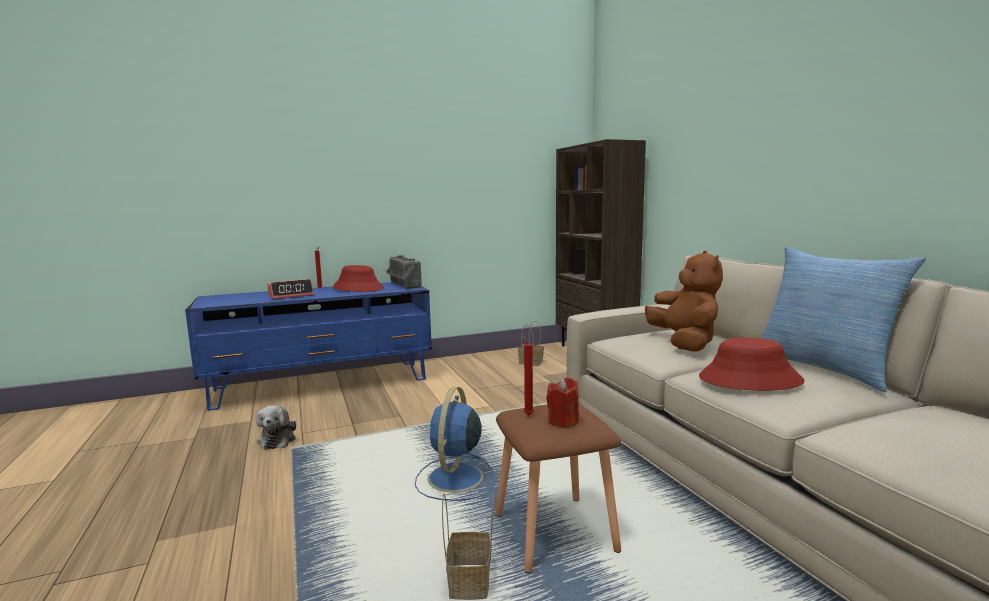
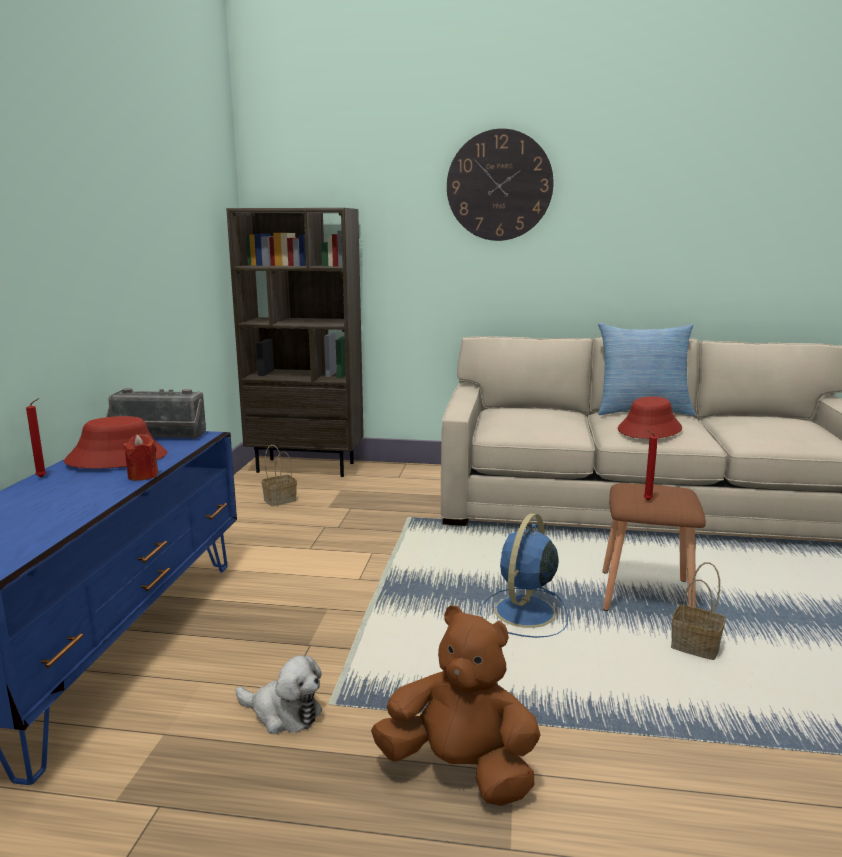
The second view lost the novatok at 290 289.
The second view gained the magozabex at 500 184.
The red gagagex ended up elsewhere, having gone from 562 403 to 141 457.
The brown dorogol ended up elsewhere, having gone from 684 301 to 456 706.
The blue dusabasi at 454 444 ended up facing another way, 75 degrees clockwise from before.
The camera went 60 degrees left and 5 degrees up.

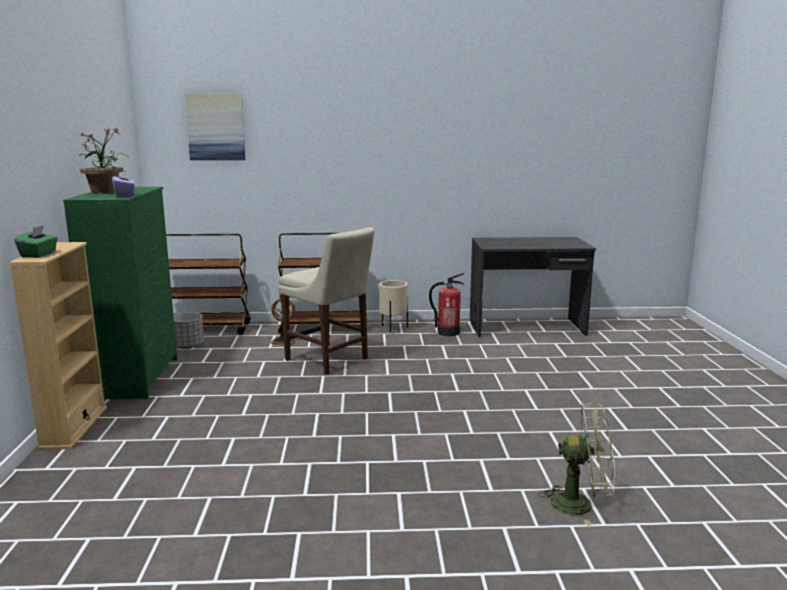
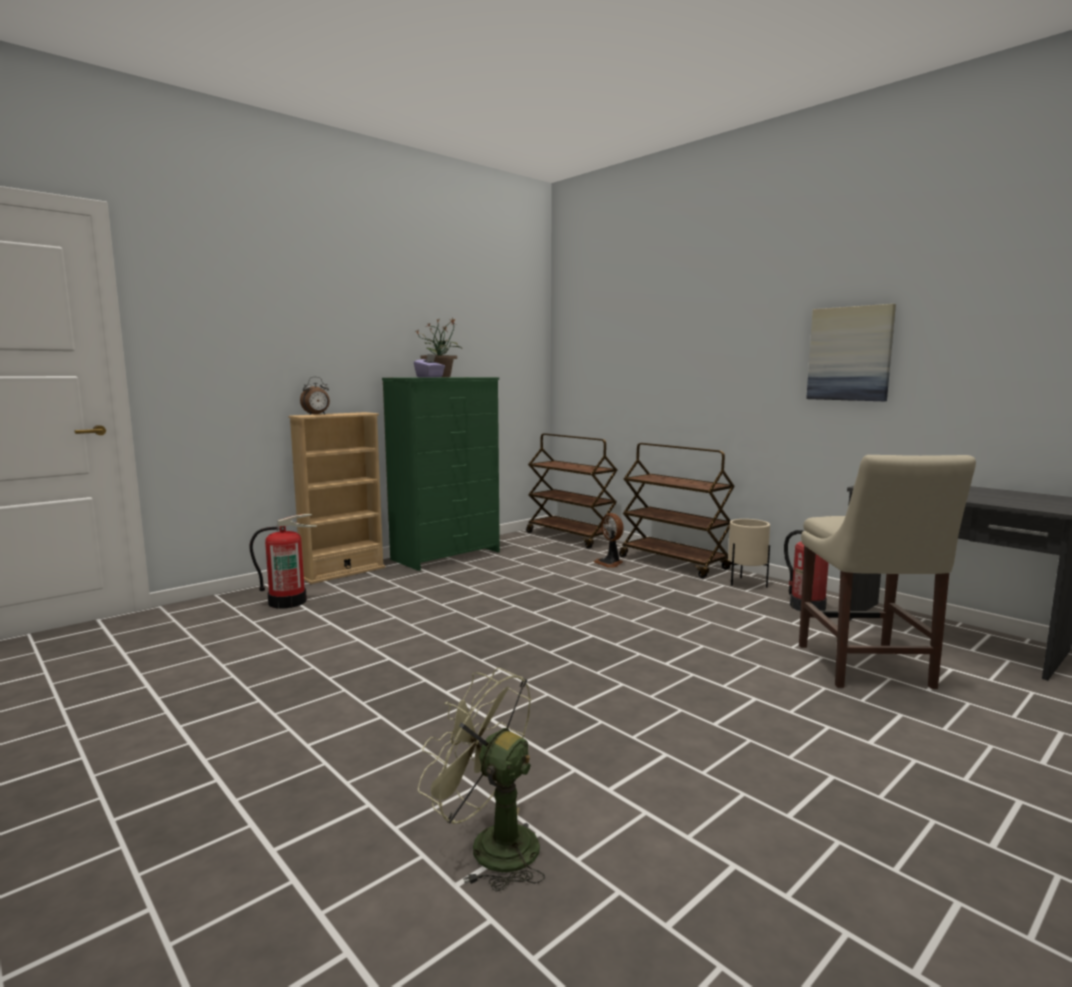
The second view lost the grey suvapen at 188 330.
The second view gained the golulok at 283 561.
The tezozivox ended up elsewhere, having gone from 215 127 to 851 352.
The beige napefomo ended up elsewhere, having gone from 326 301 to 887 572.
Where the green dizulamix stood at 36 241, the novatok came to stand at 315 395.
The green dusabasi at 576 464 ended up facing another way, 150 degrees clockwise from before.
The camera went 50 degrees right and 5 degrees down.

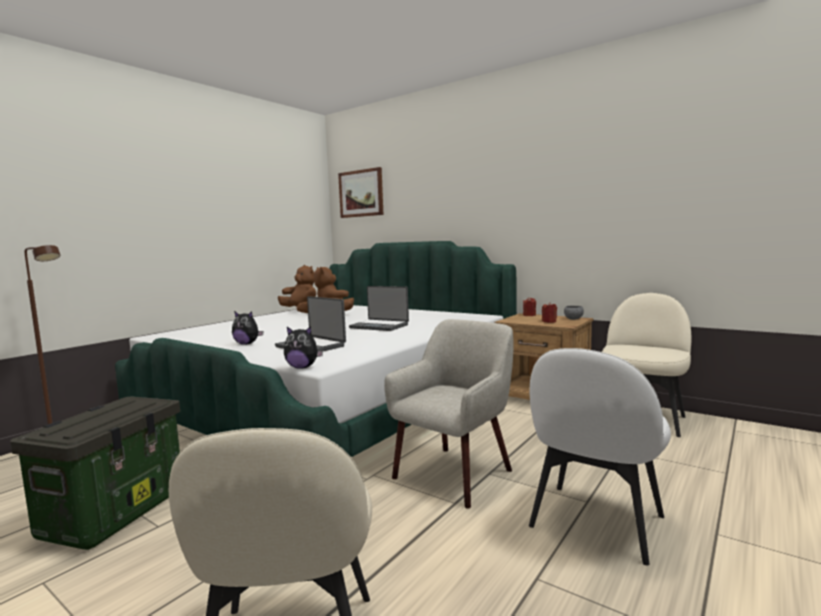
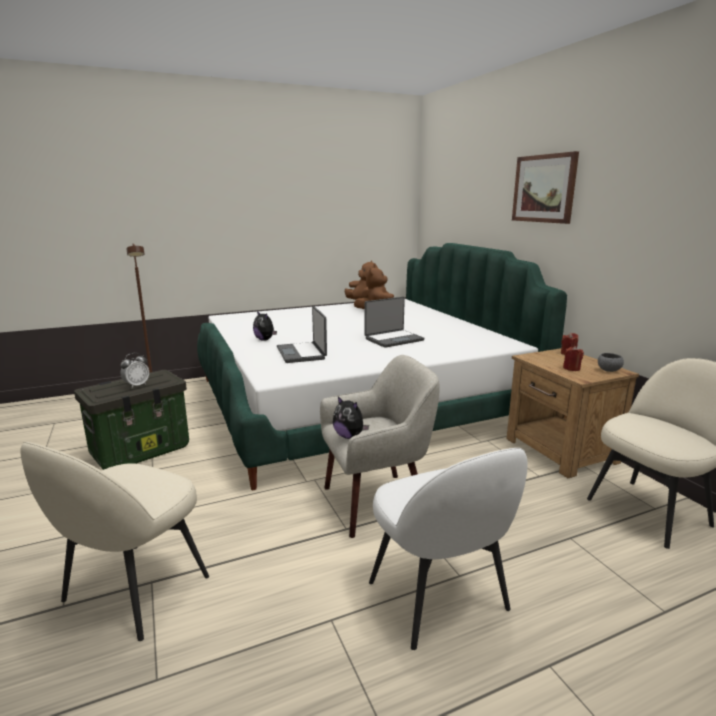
The second view gained the novatok at 134 370.
The dorogol ended up elsewhere, having gone from 303 347 to 351 417.
The tezozivox ended up elsewhere, having gone from 361 192 to 545 187.
The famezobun at 379 308 ended up facing another way, 90 degrees counterclockwise from before.
The white napefomo at 600 457 ended up facing another way, 90 degrees counterclockwise from before.
The camera went 30 degrees right and 10 degrees up.

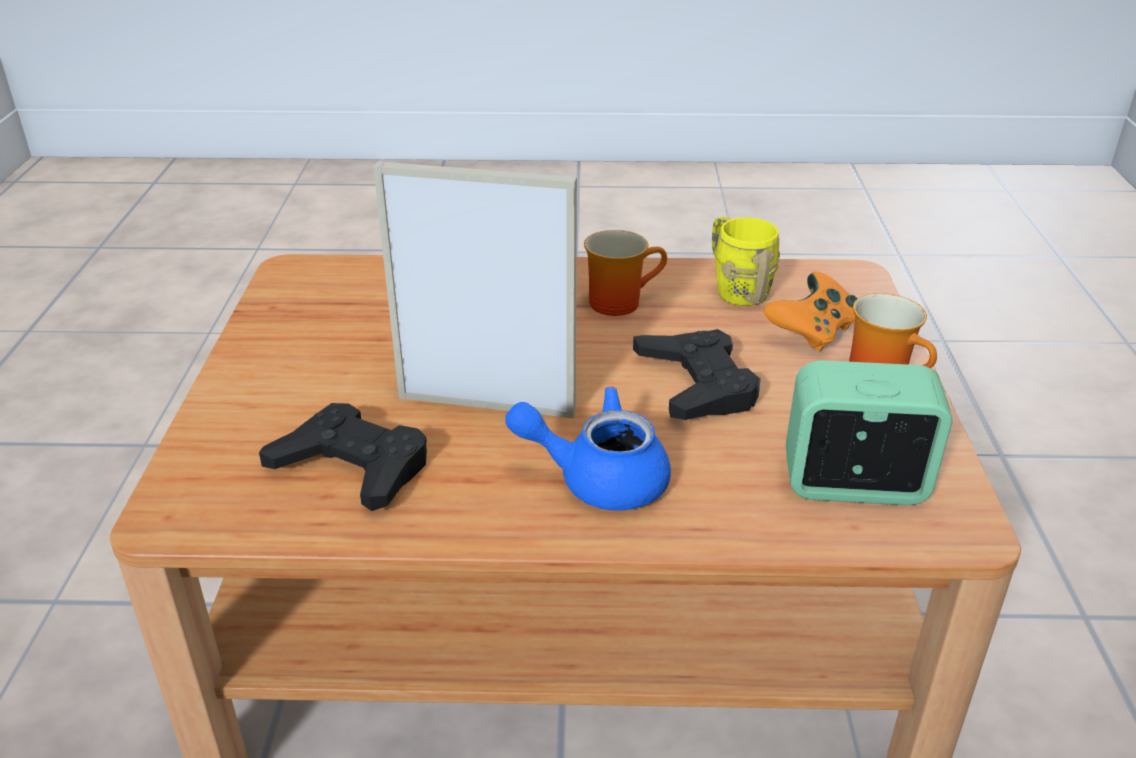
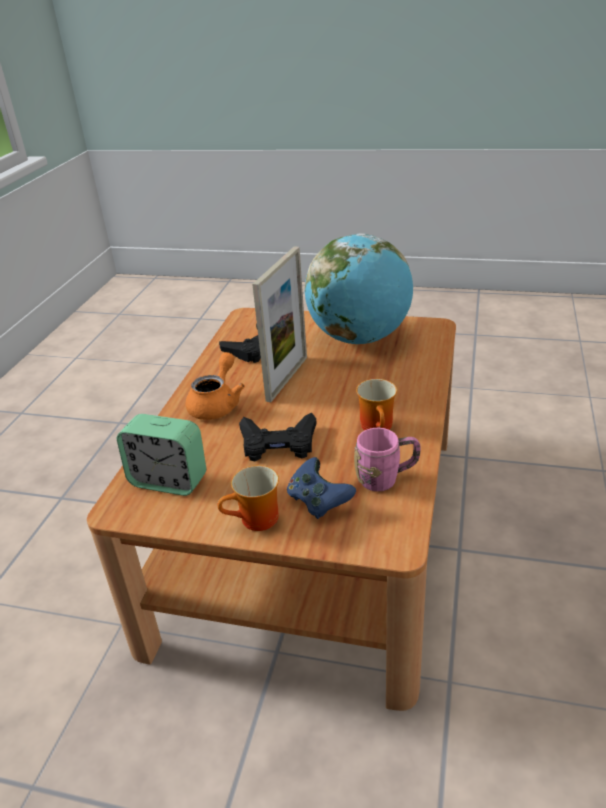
The second view gained the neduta at 359 288.
What was the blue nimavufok at 588 449 turned into the orange nimavufok at 215 386.
What was the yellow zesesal at 746 261 turned into the pink zesesal at 387 460.
What was the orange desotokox at 811 312 turned into the blue desotokox at 321 488.
The novatok at 869 432 ended up facing another way, 90 degrees clockwise from before.
The camera went 105 degrees right and 0 degrees up.

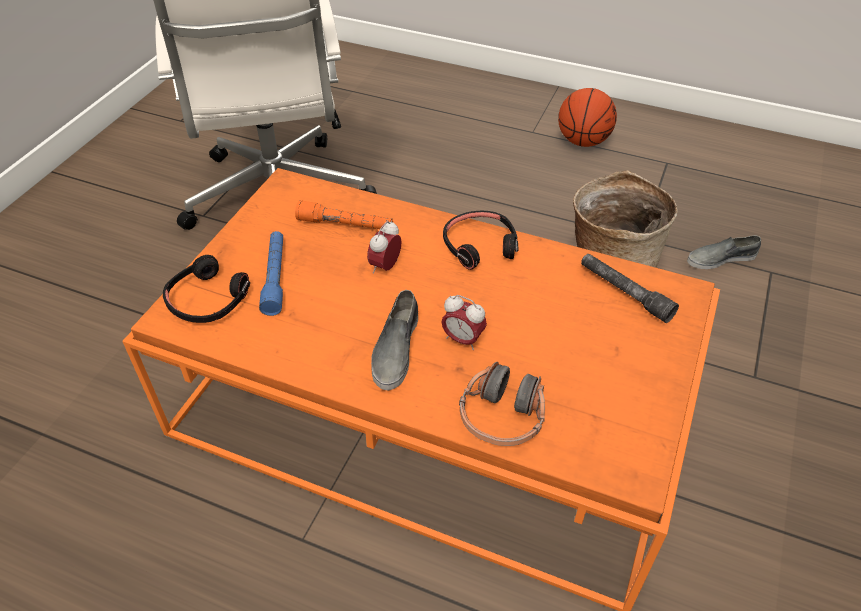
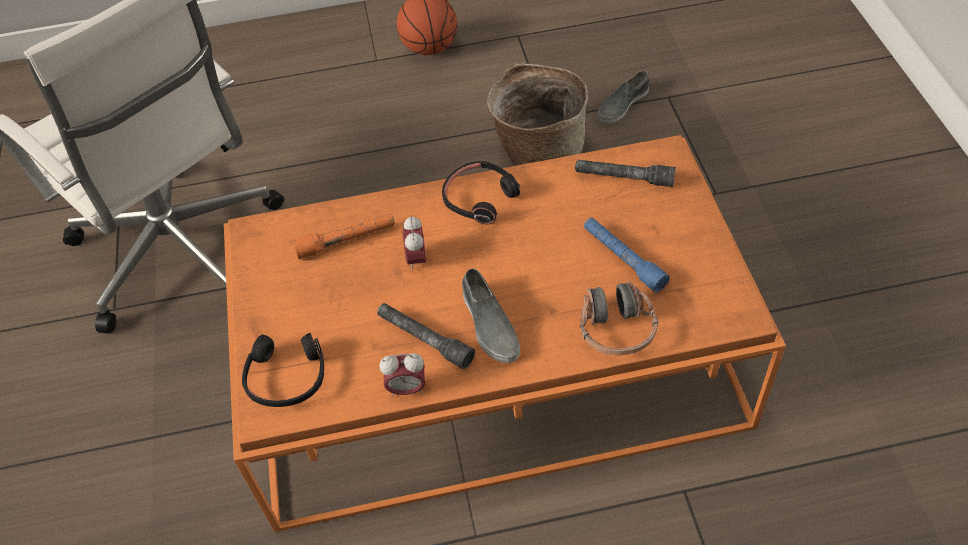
The second view gained the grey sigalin at 426 336.
The blue sigalin ended up elsewhere, having gone from 271 273 to 627 255.
The novatok ended up elsewhere, having gone from 464 322 to 402 375.
The camera went 30 degrees left and 5 degrees up.

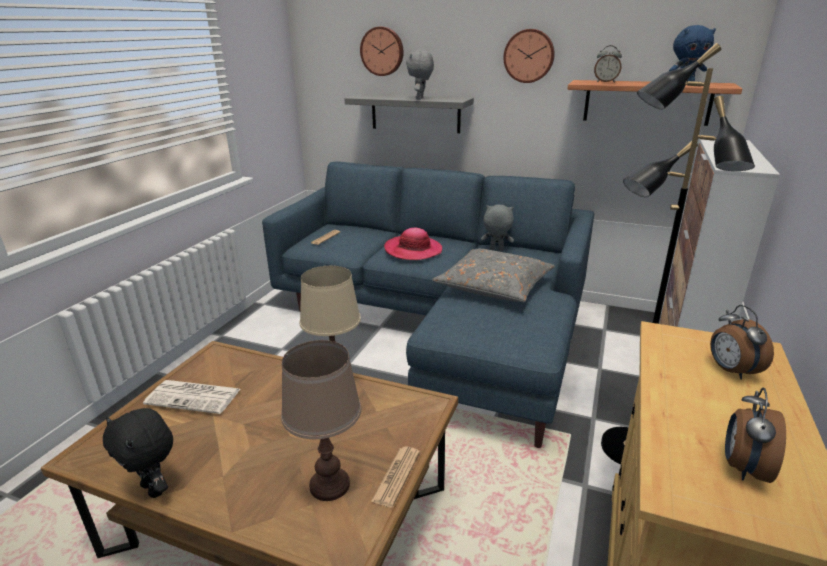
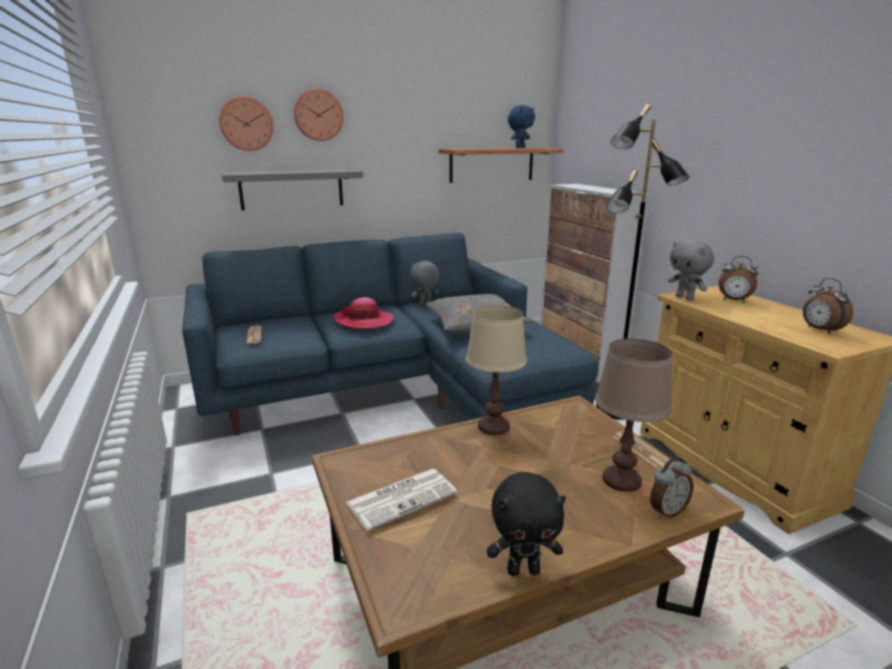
The grey dorogol ended up elsewhere, having gone from 420 75 to 691 270.
The magozabex ended up elsewhere, having gone from 529 56 to 318 115.
The novatok ended up elsewhere, having gone from 608 63 to 671 488.
The camera went 45 degrees left and 5 degrees down.

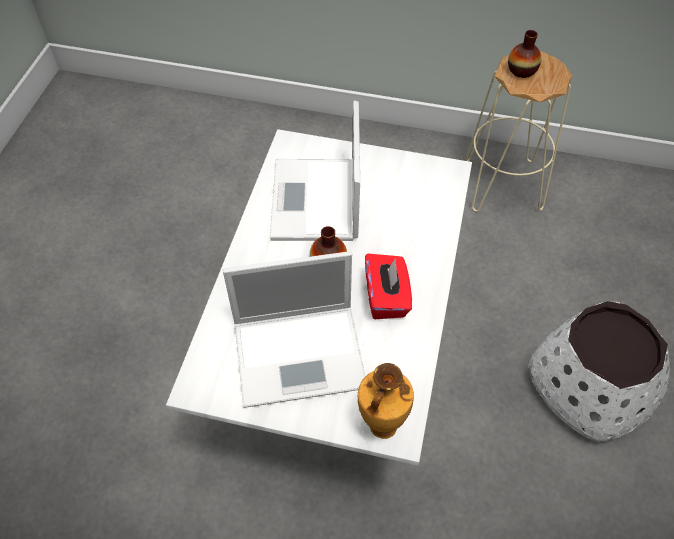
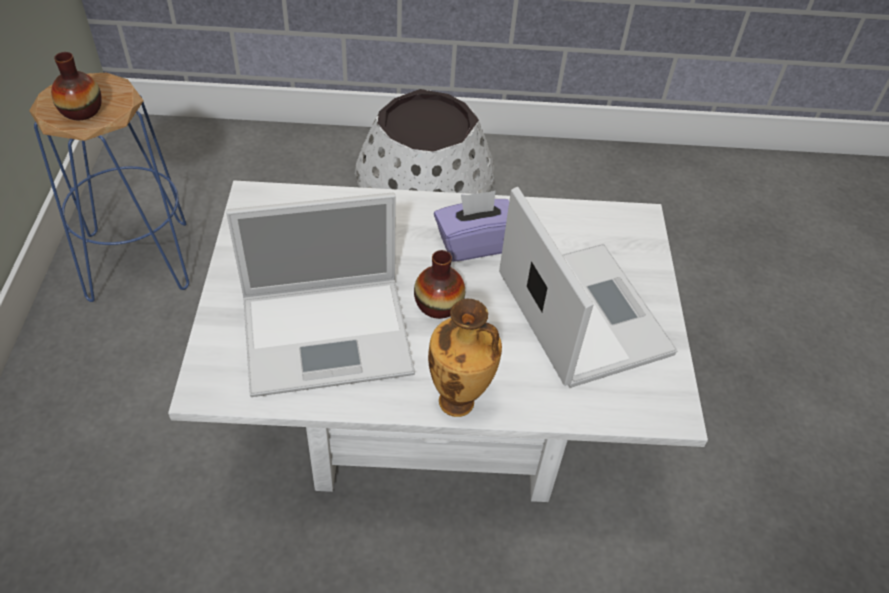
The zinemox ended up elsewhere, having gone from 386 401 to 465 357.
What was the red dizulamix at 388 286 turned into the purple dizulamix at 471 226.
What was the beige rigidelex at 518 131 turned into the blue rigidelex at 109 187.
The camera went 105 degrees left and 5 degrees down.

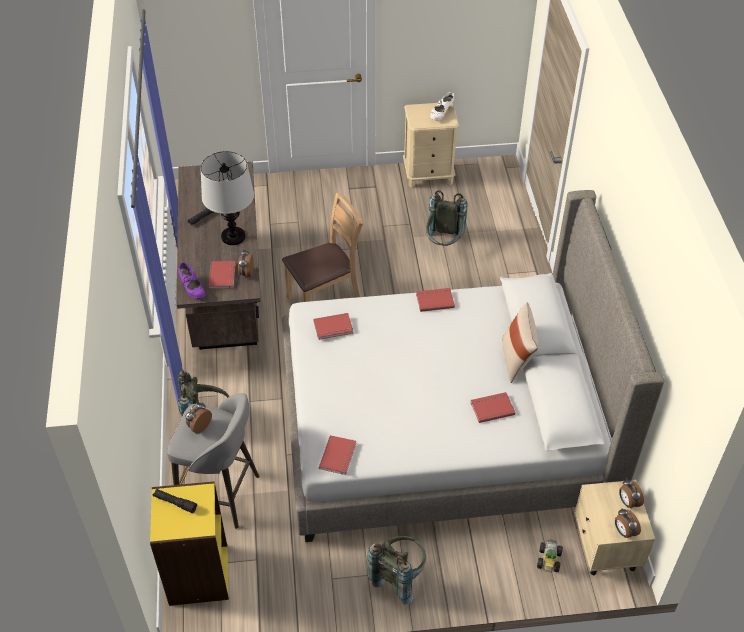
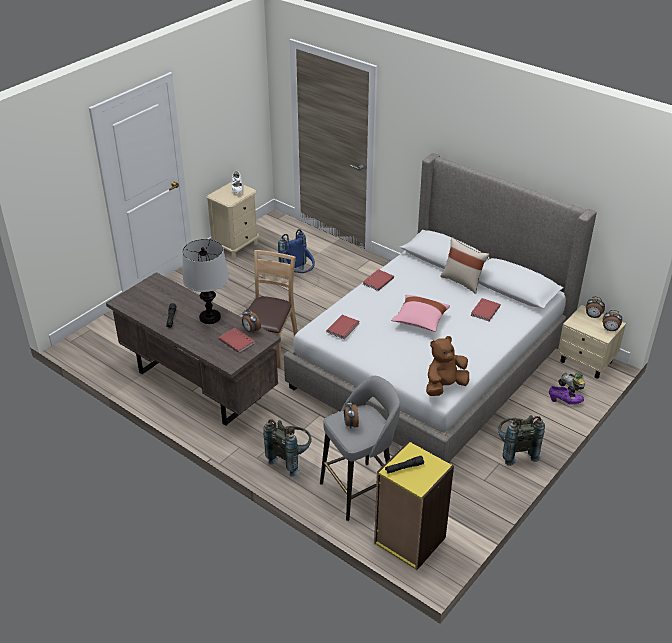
The second view gained the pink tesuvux at 420 313.
The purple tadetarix ended up elsewhere, having gone from 191 281 to 566 395.
Where the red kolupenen stood at 337 455, the brown dorogol came to stand at 447 366.
What was the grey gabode at 447 218 turned into the blue gabode at 296 251.
The camera went 45 degrees left and 10 degrees down.

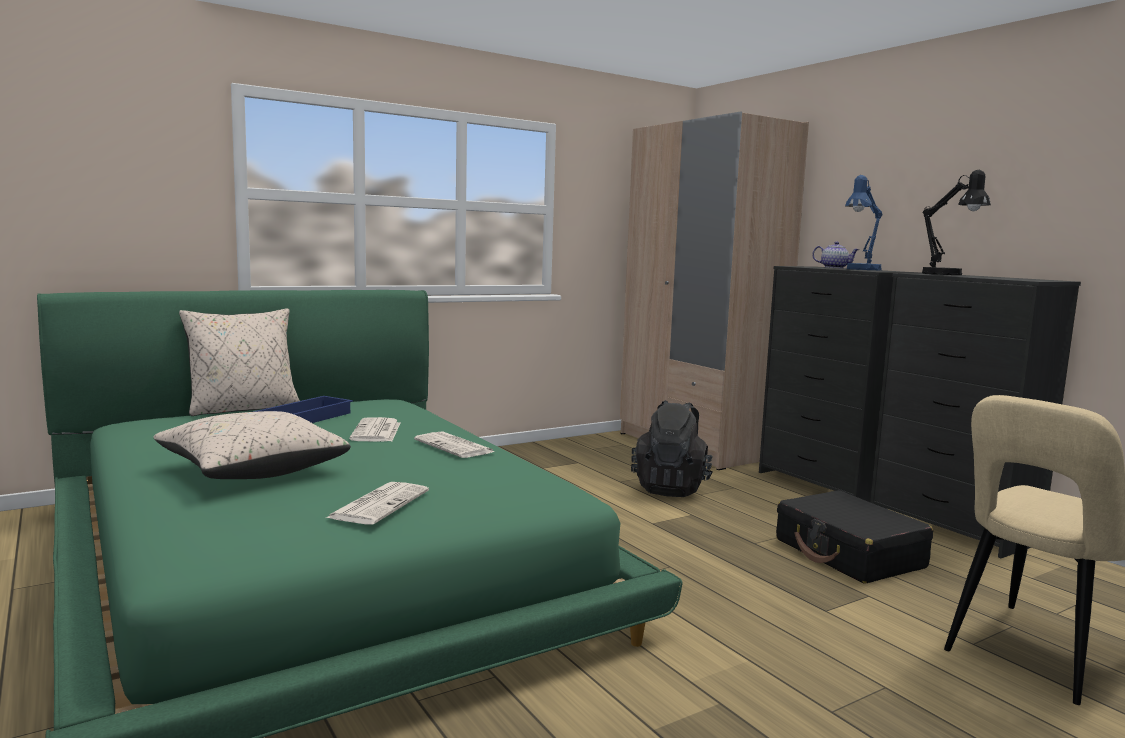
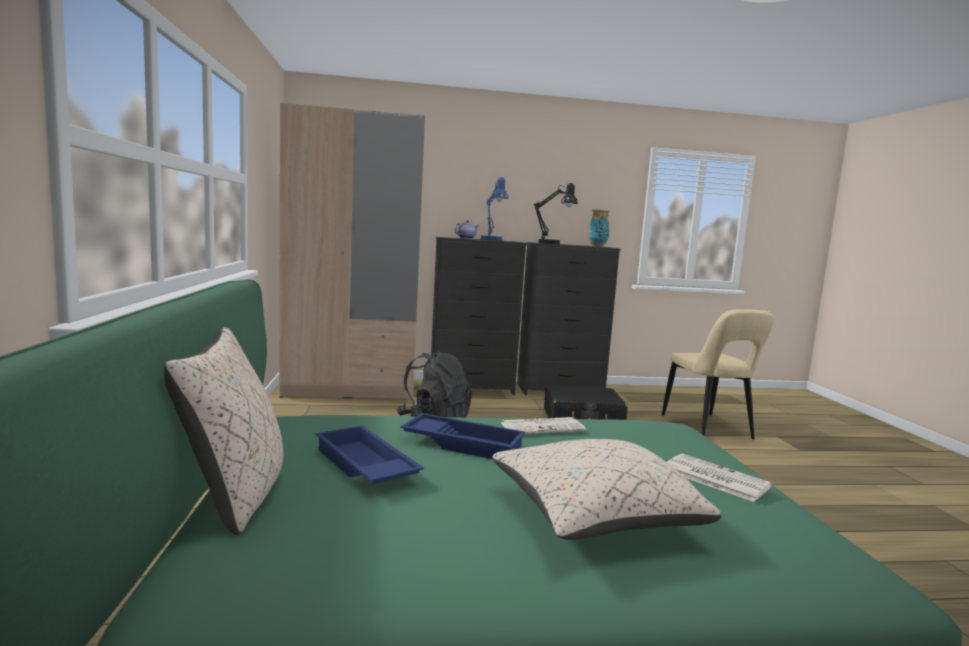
The second view gained the zinemox at 599 228.
Where the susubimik stood at 374 429, the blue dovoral came to stand at 462 436.
The camera went 65 degrees left and 0 degrees up.

